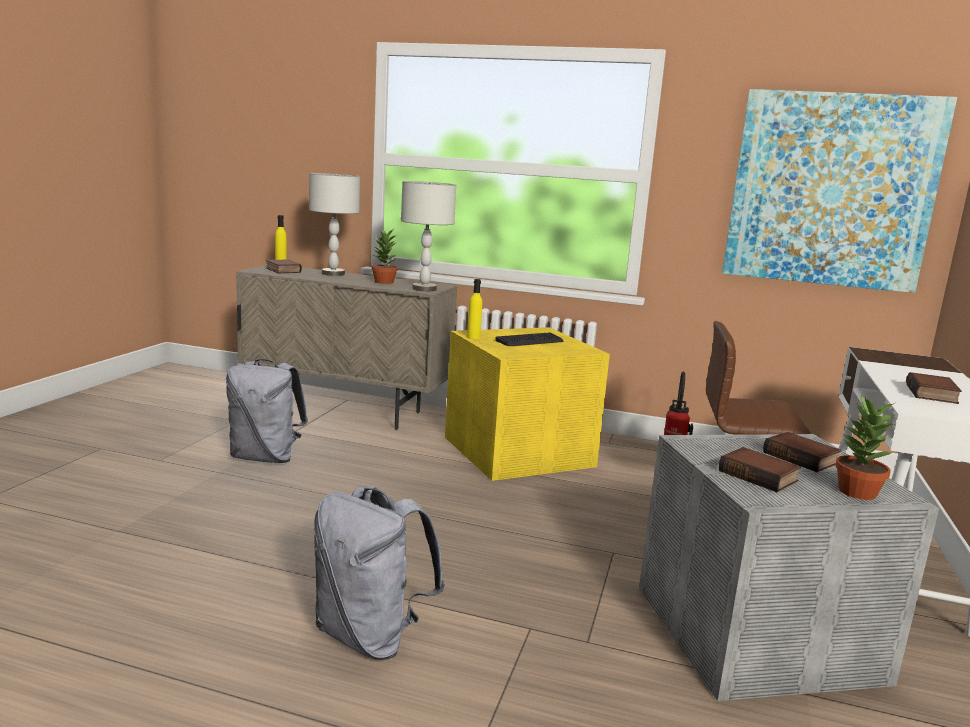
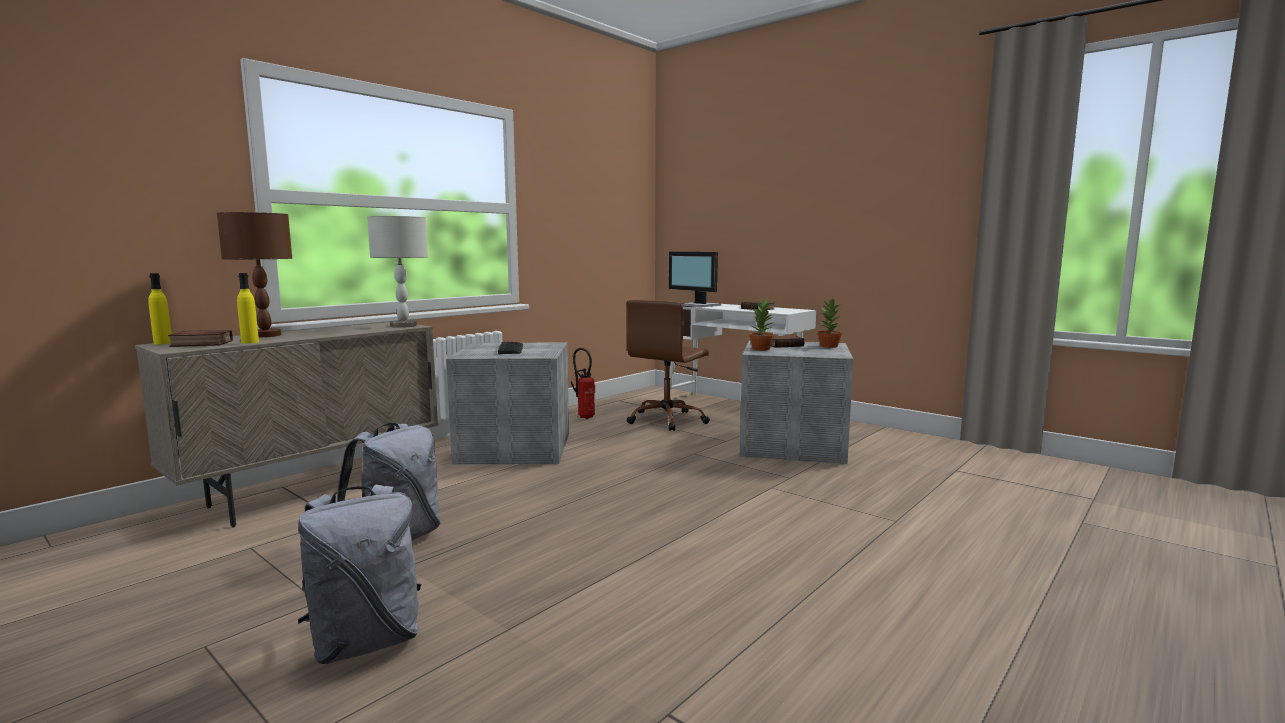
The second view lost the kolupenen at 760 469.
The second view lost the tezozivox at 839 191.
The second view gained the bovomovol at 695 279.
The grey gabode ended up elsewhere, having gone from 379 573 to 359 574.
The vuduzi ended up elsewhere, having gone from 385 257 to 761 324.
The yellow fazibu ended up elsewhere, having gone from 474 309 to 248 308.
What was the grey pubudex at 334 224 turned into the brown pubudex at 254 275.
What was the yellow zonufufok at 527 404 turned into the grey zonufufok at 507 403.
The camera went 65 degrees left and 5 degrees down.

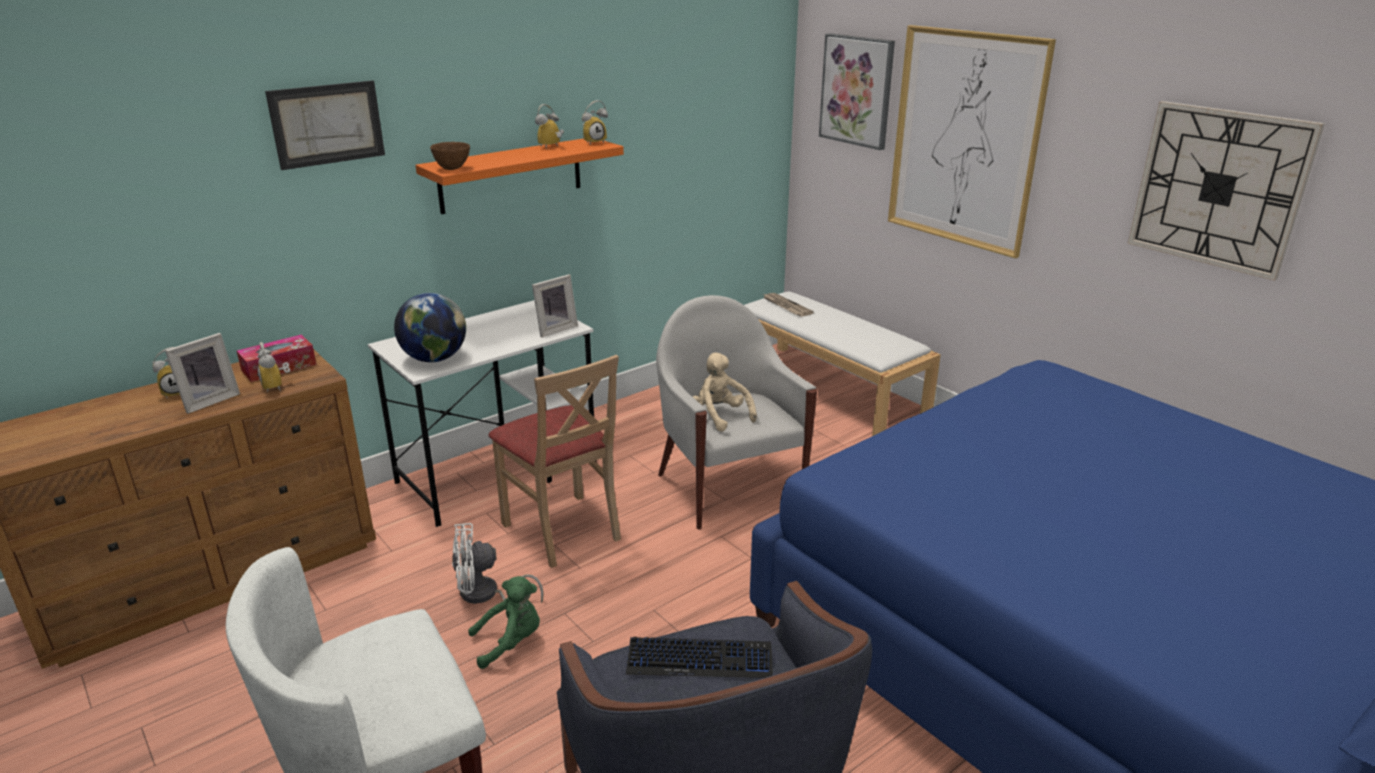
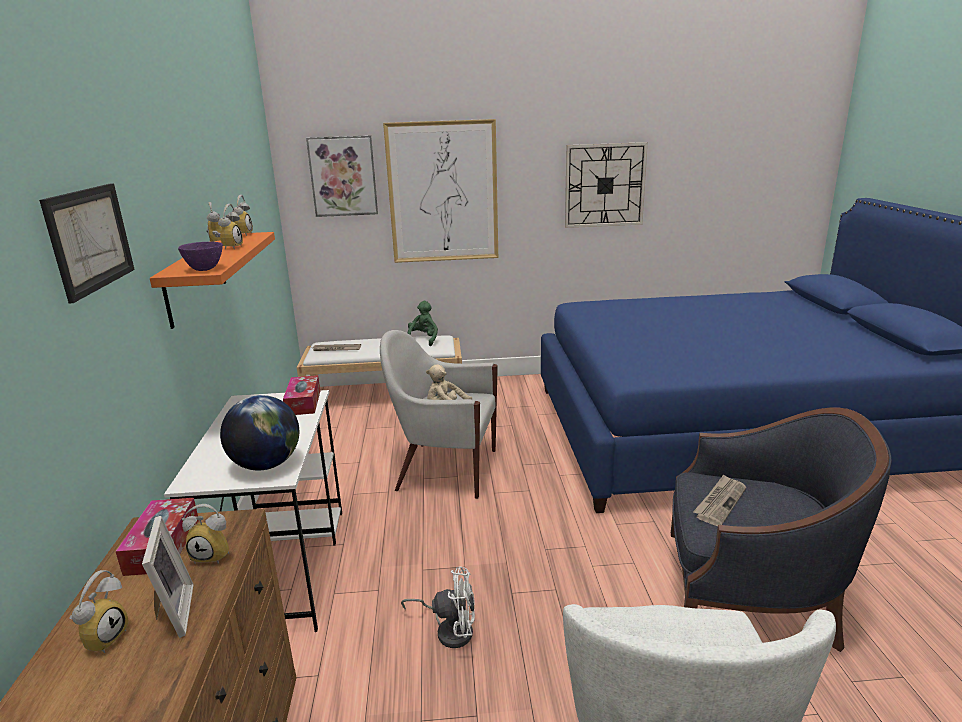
The second view lost the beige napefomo at 554 461.
The second view gained the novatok at 227 227.
The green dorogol ended up elsewhere, having gone from 504 622 to 423 323.
Where the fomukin stood at 555 305, the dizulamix came to stand at 301 395.
Where the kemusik stood at 699 657, the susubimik came to stand at 719 500.
What was the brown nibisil at 450 156 turned into the purple nibisil at 200 256.
The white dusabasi at 498 563 ended up facing another way, 105 degrees counterclockwise from before.
The camera went 55 degrees left and 5 degrees down.

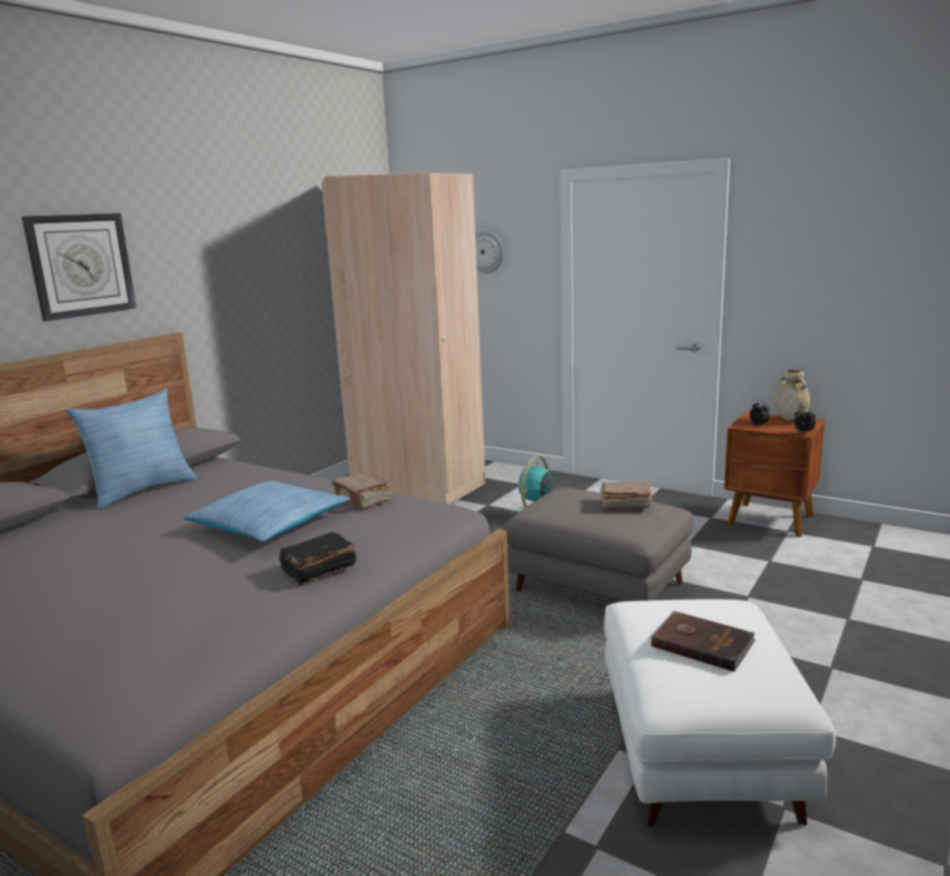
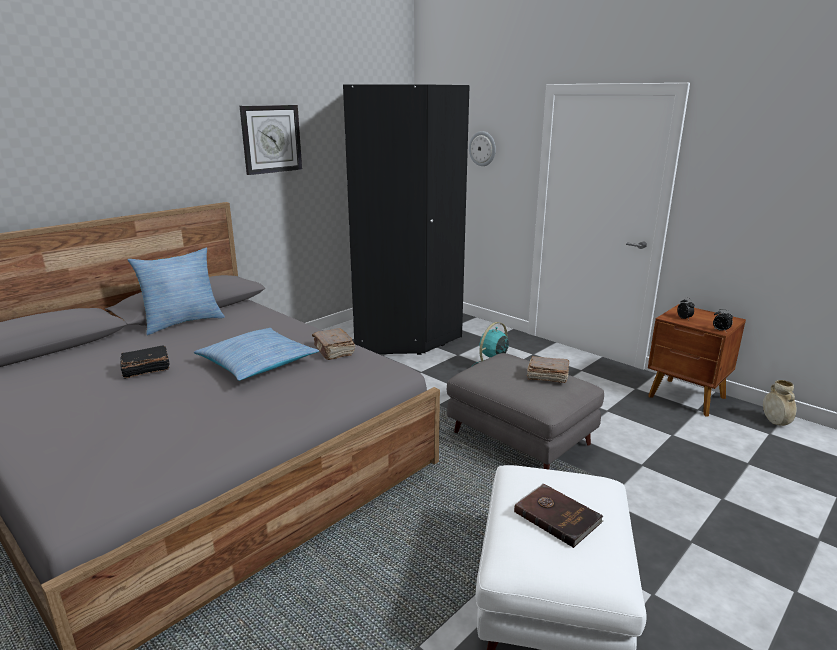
The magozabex ended up elsewhere, having gone from 79 267 to 270 140.
The black kolupenen ended up elsewhere, having gone from 318 558 to 144 362.
The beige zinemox ended up elsewhere, having gone from 792 395 to 780 403.
What was the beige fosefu at 403 338 turned into the black fosefu at 406 219.
The camera went 10 degrees right and 5 degrees up.

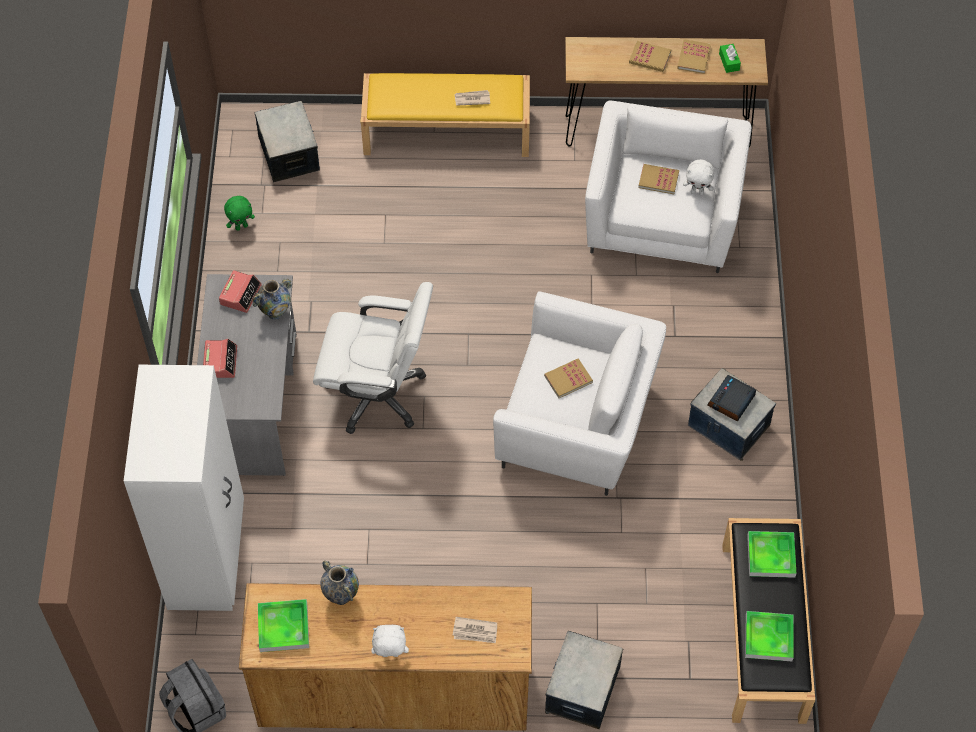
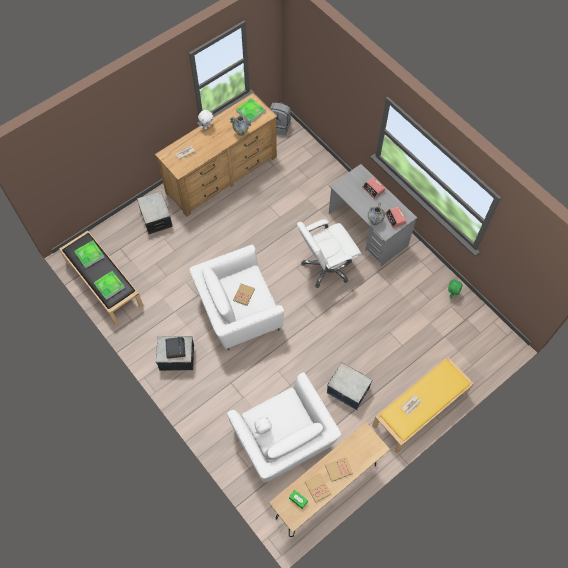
The second view lost the white fosefu at 184 488.
The second view lost the kolupenen at 658 179.
The zonufufok ended up elsewhere, having gone from 287 141 to 349 386.
The camera went 140 degrees right and 5 degrees up.

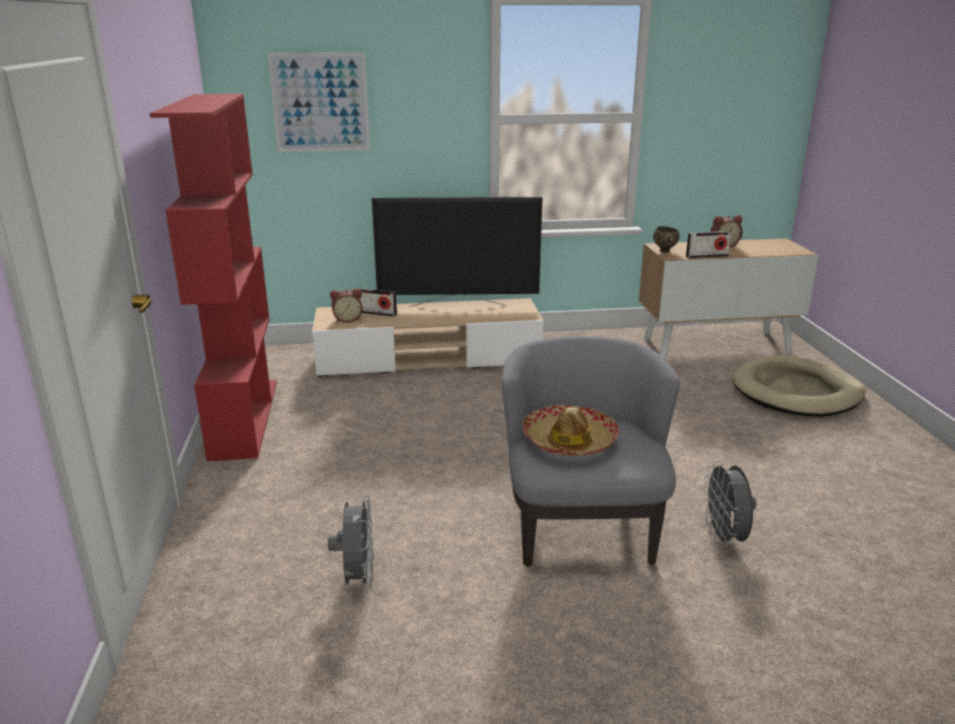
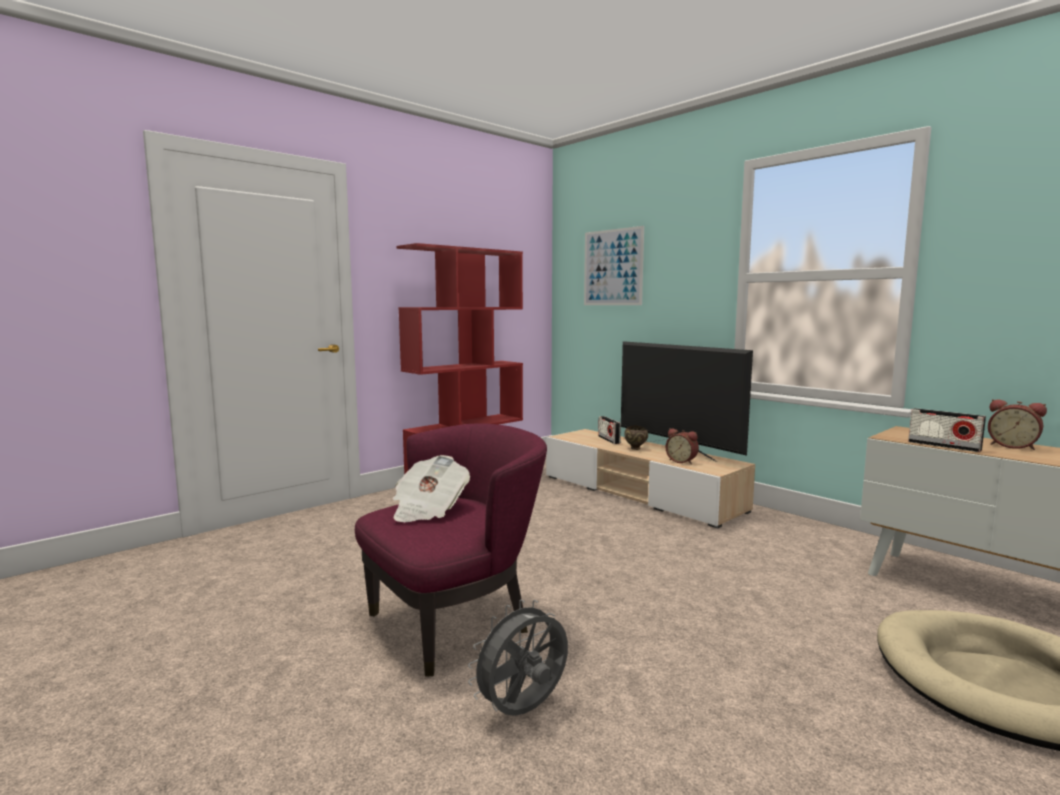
The second view lost the grey dusabasi at 351 542.
The novatok ended up elsewhere, having gone from 346 305 to 682 446.
The brown nibisil ended up elsewhere, having gone from 666 239 to 636 437.
Where the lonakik stood at 570 430, the susubimik came to stand at 431 488.
What was the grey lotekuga at 591 451 turned into the purple lotekuga at 451 550.
The camera went 55 degrees right and 15 degrees down.

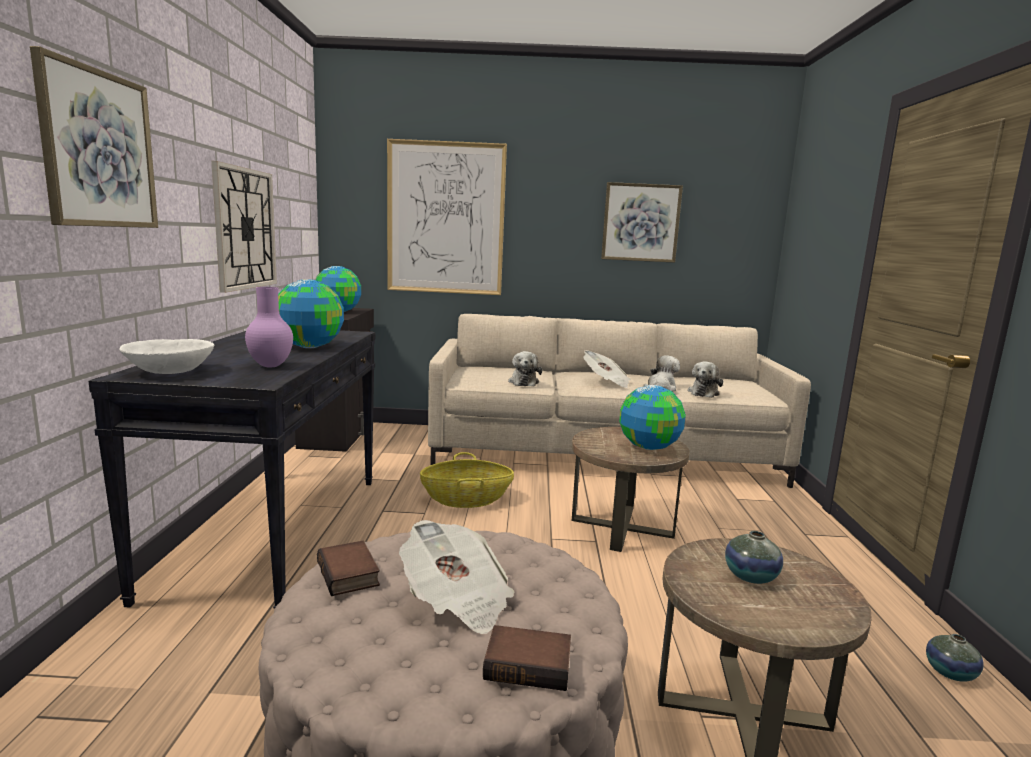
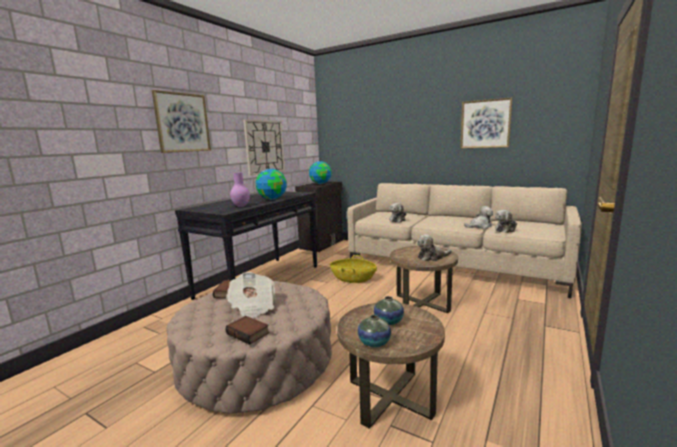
The second view lost the white nibisil at 166 356.
The second view lost the tezozivox at 447 217.
The second view lost the susubimik at 607 369.
The zinemox ended up elsewhere, having gone from 955 658 to 374 331.
Where the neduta stood at 652 417, the dorogol came to stand at 434 247.
The camera went 30 degrees right and 0 degrees up.

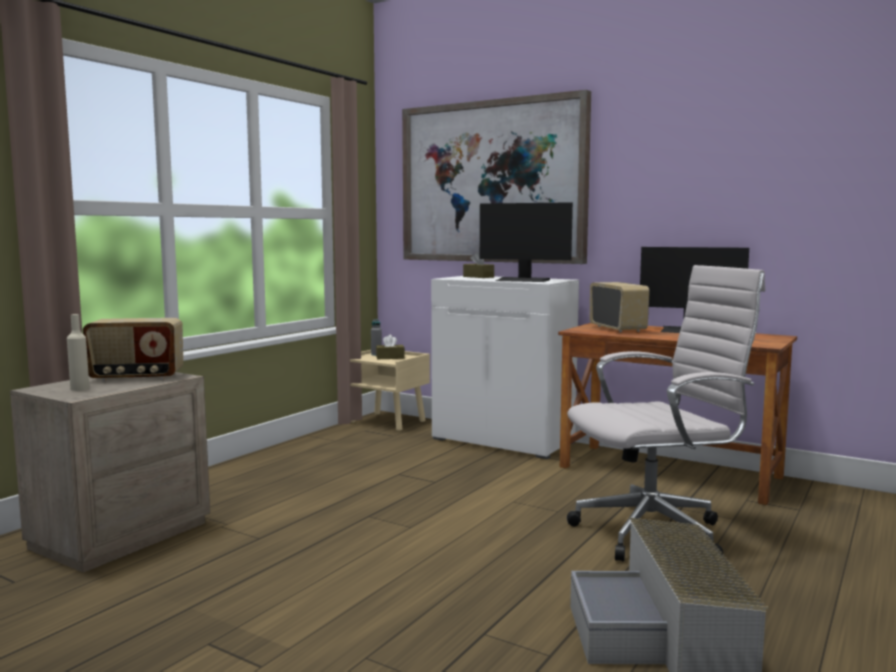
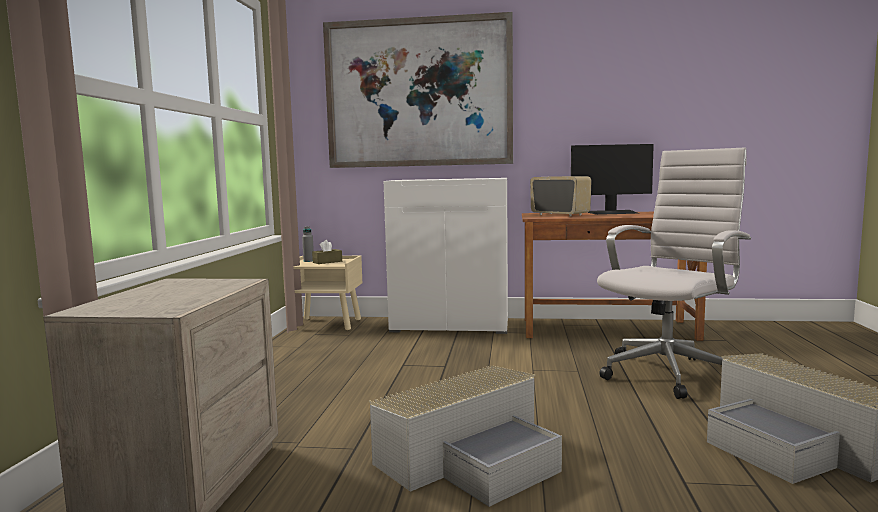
The second view lost the beige fazibu at 78 352.
The second view lost the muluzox at 133 350.
The second view lost the brown dizulamix at 478 265.
The second view lost the bovomovol at 526 242.
The second view gained the grey zonufufok at 465 436.
The camera went 25 degrees left and 0 degrees up.

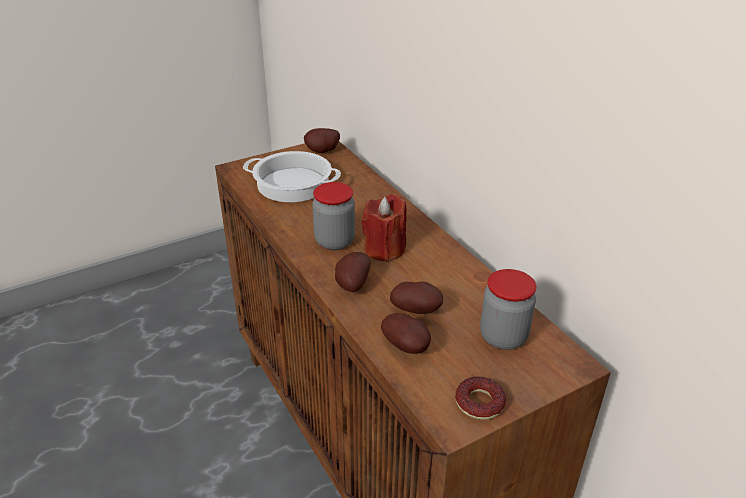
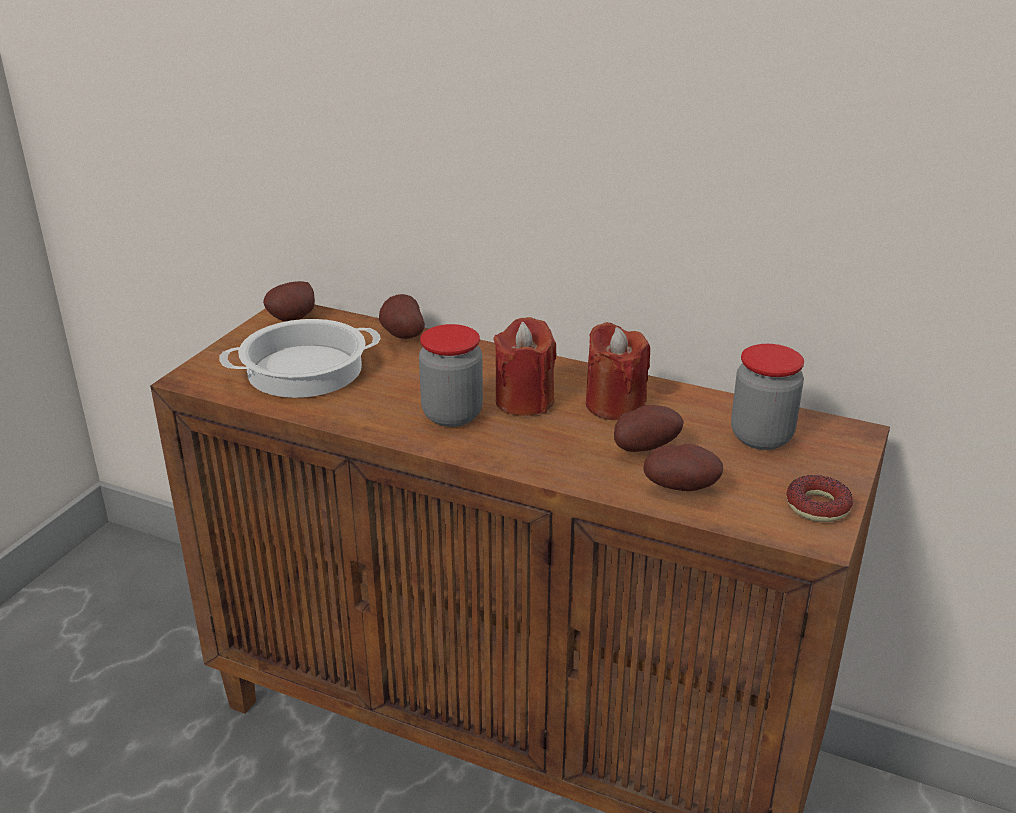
The second view gained the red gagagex at 618 371.
The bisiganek ended up elsewhere, having gone from 353 272 to 402 316.
The camera went 35 degrees left and 5 degrees down.

